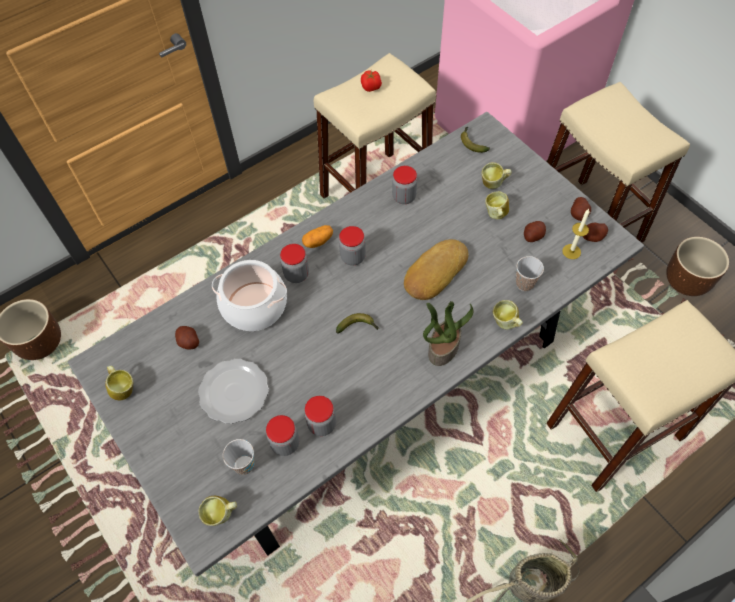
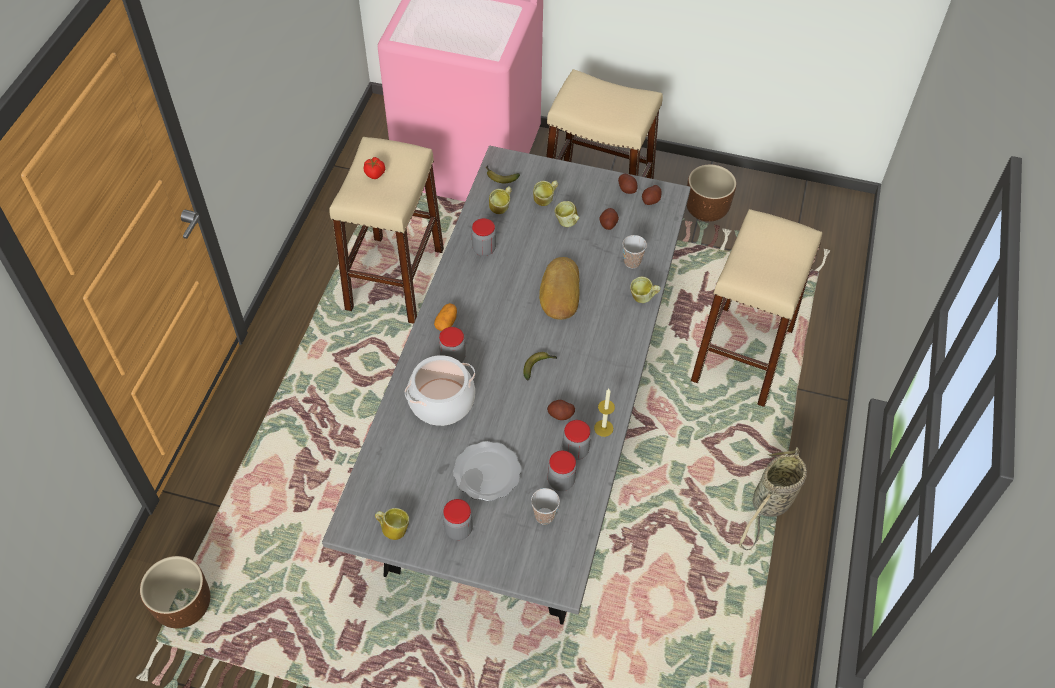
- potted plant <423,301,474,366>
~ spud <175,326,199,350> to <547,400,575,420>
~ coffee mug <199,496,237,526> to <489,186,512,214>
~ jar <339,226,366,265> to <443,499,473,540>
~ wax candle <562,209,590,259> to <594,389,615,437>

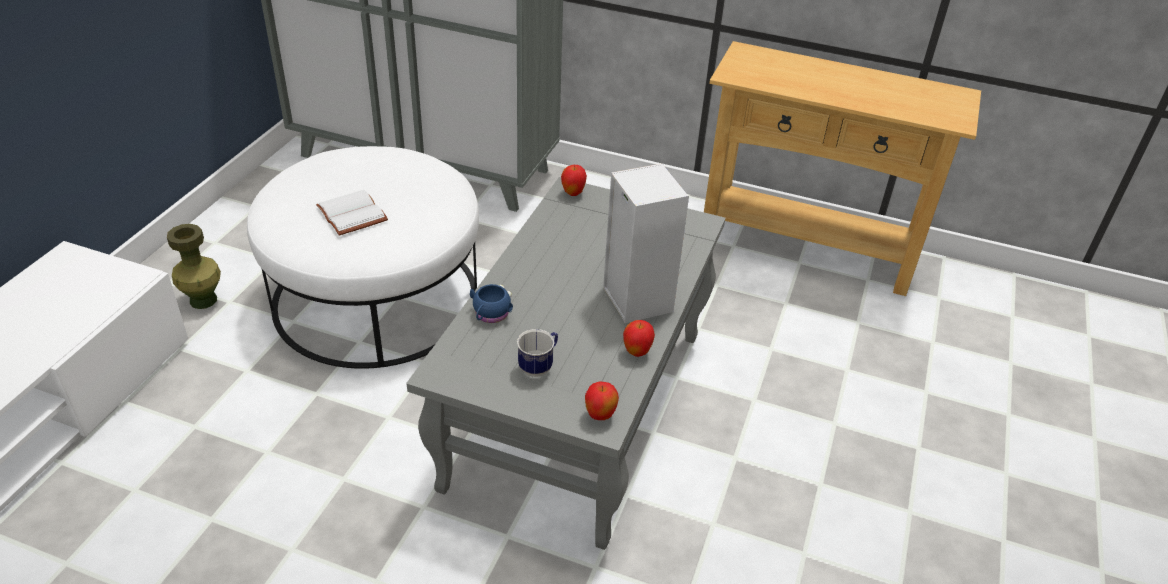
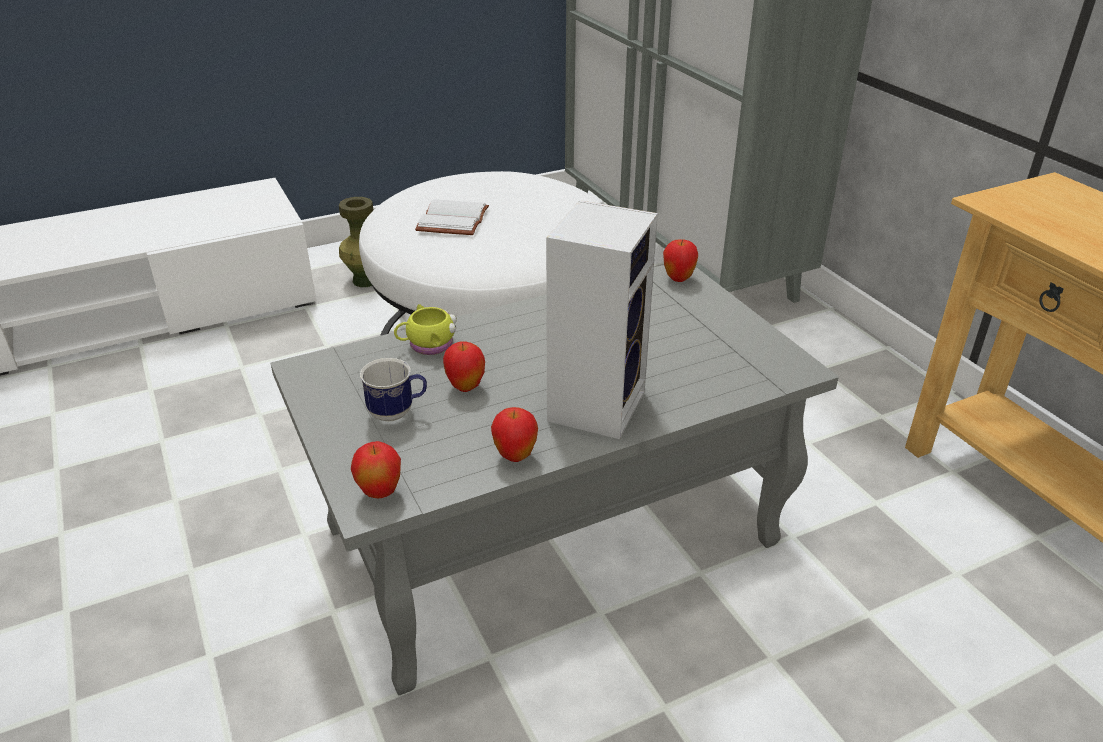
+ whole apple <443,341,485,392>
~ bluish coffee mug <470,284,513,323> to yellow coffee mug <394,304,457,355>

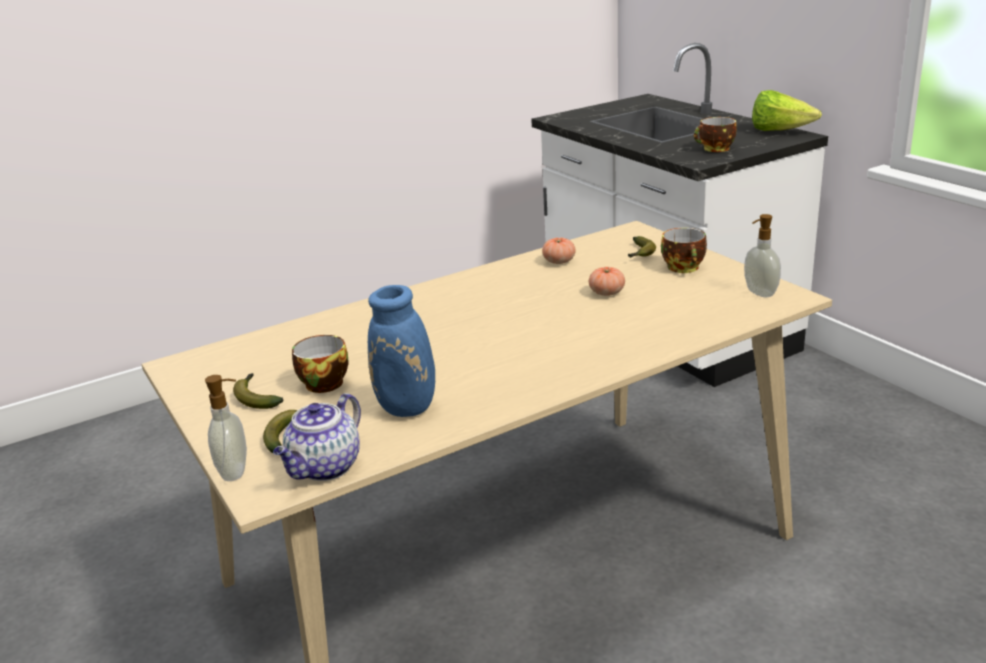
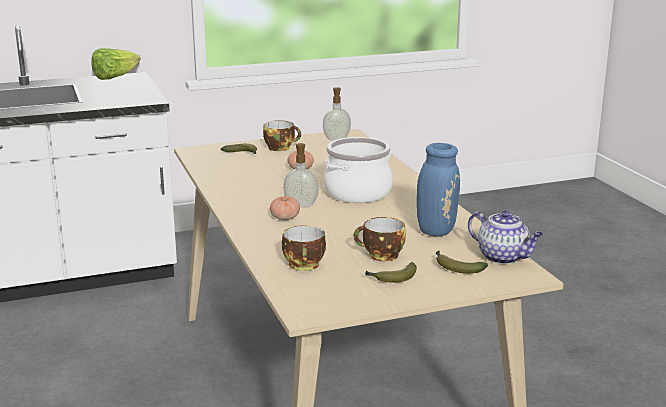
+ stockpot <324,137,393,203>
~ soap bottle <205,375,247,481> to <283,143,319,207>
~ fresh tomato <542,238,576,264> to <270,196,300,220>
~ small cup <694,117,737,152> to <282,225,326,271>

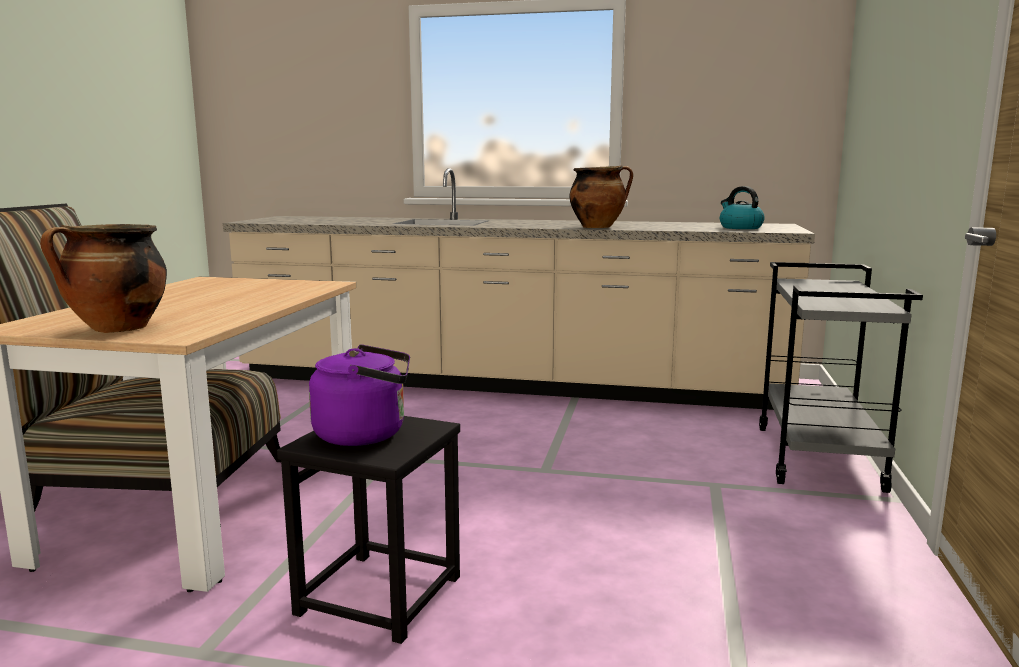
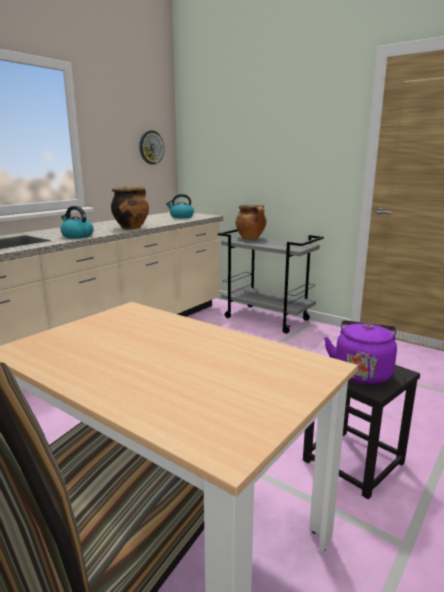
+ tea kettle <60,206,94,238>
+ clock on the wall <139,130,164,164>
~ stockpot <40,224,167,333> to <236,205,266,240>

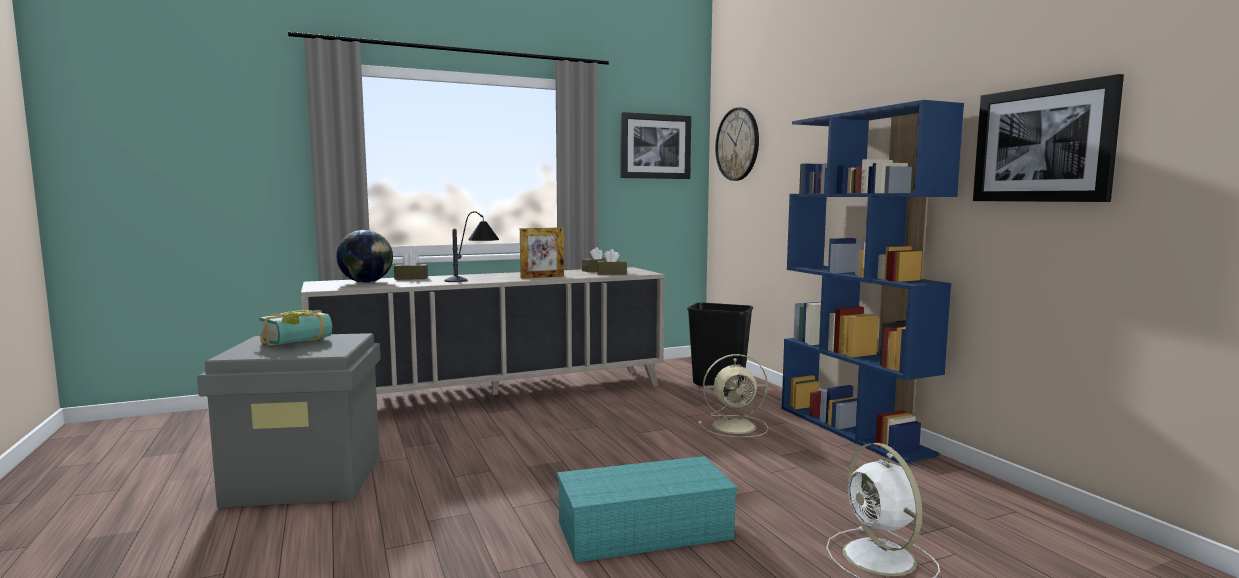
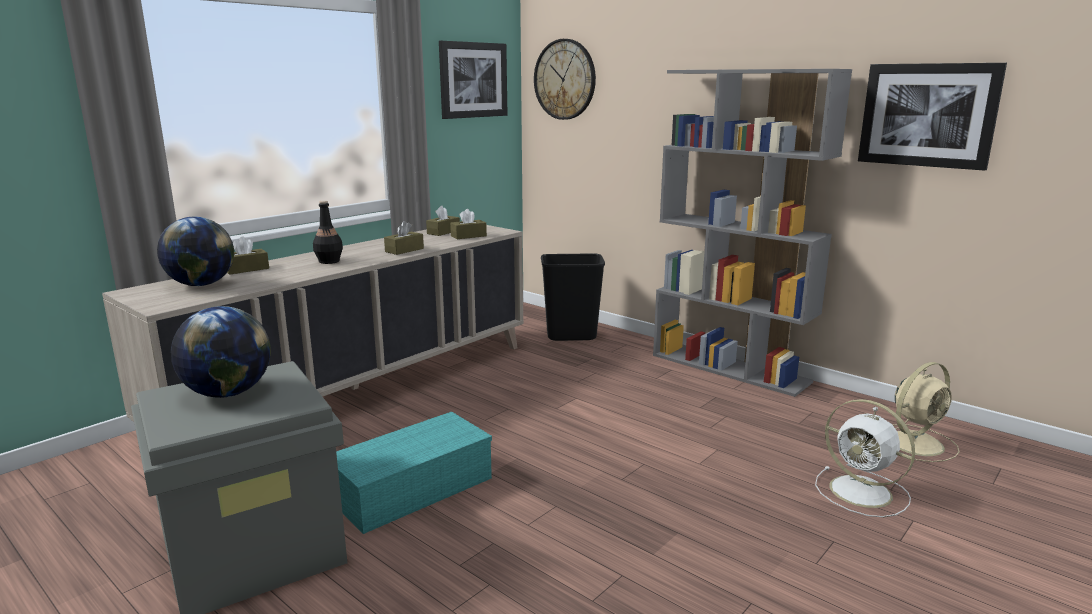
~ blue-green storage bin <557,456,738,563> to <336,411,492,534>
~ beige fan <698,354,768,437> to <893,362,960,462>
~ book <259,310,332,345> to globe <171,306,271,398>
~ tabletop lamp <445,211,499,282> to blackish drink bottle <313,200,343,264>
~ standing frame <520,228,564,279> to brown box of tissues <384,221,424,255>
~ bluish bookshelf <782,100,964,464> to gray bookshelf <653,69,852,397>

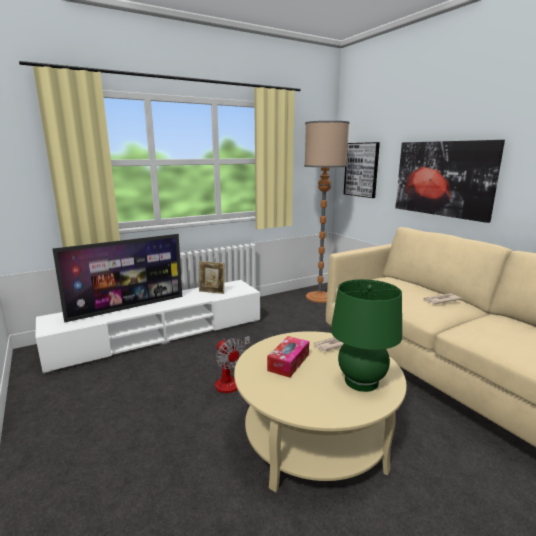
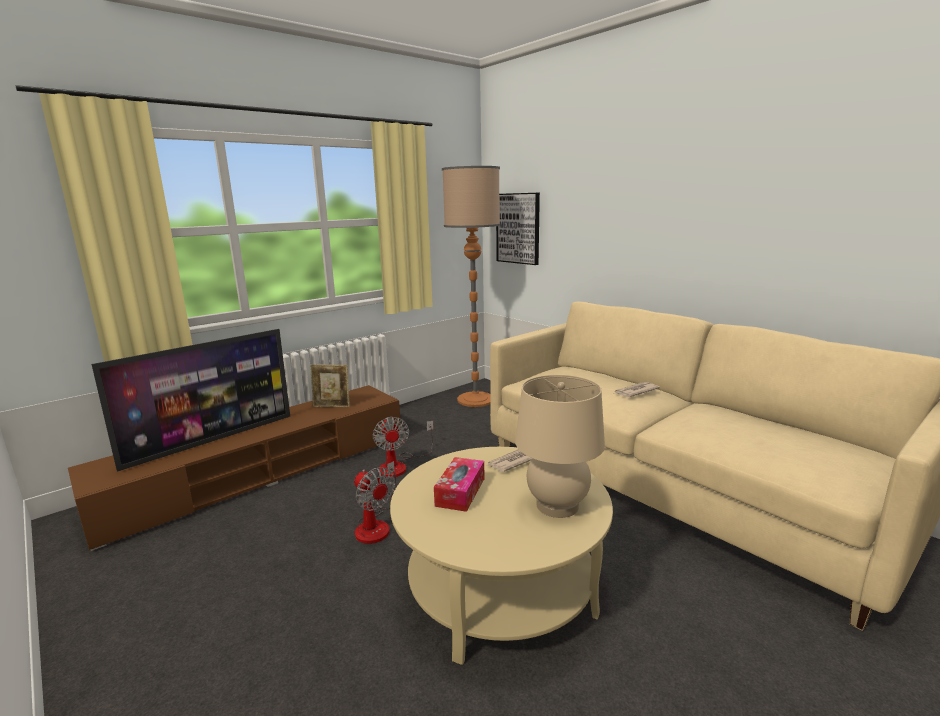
- picture <395,140,505,223>
+ fan <373,417,434,477>
~ white-coloured media console <36,280,260,374> to brown media console <68,385,401,551>
~ green tabletop lamp <331,279,402,392> to beige tabletop lamp <515,375,605,518>

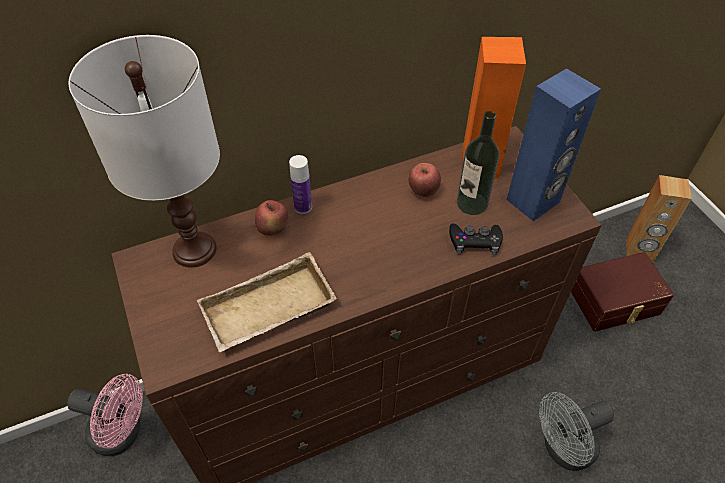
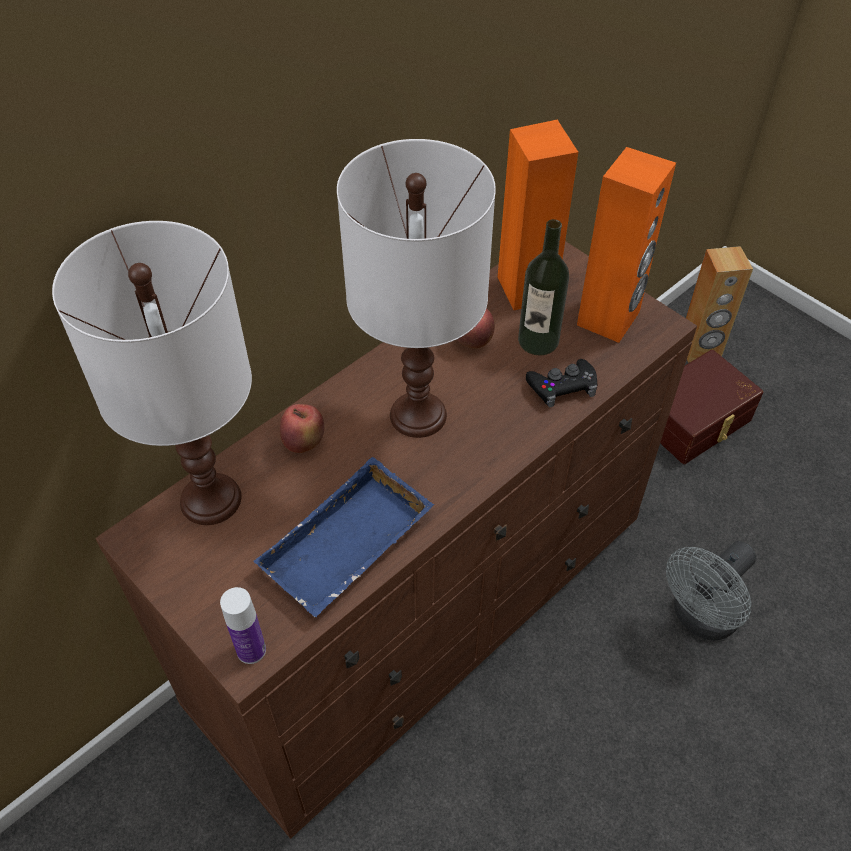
- pinkish fan <67,374,143,456>
+ white-coloured tabletop lamp <337,139,496,438>
~ drink bottle <289,155,312,214> to <220,587,266,664>
~ beige carrying tray <197,252,337,353> to bluish carrying tray <253,457,434,617>
~ bluish loudspeaker <507,68,601,221> to orange loudspeaker <577,147,676,343>

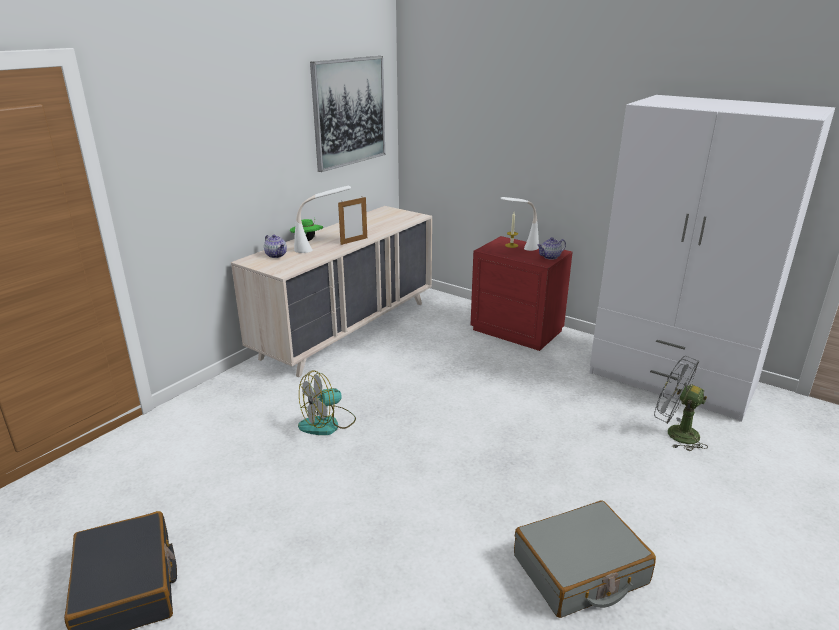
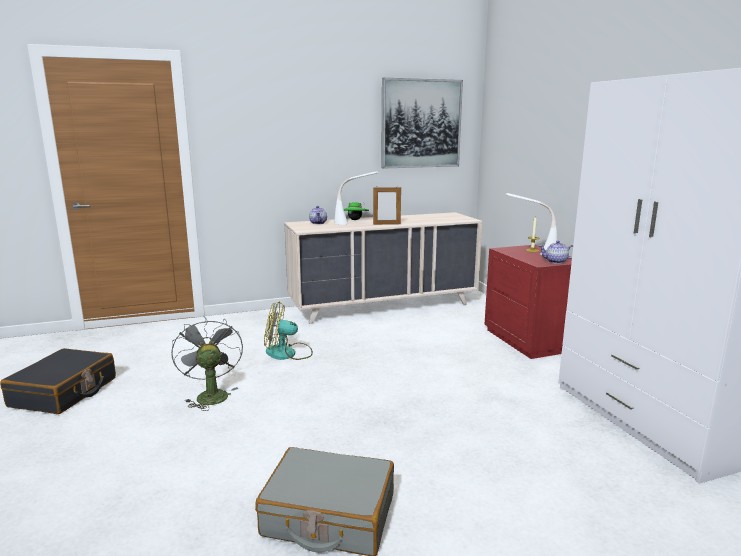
~ gray fan <654,356,708,451> to <171,316,243,411>

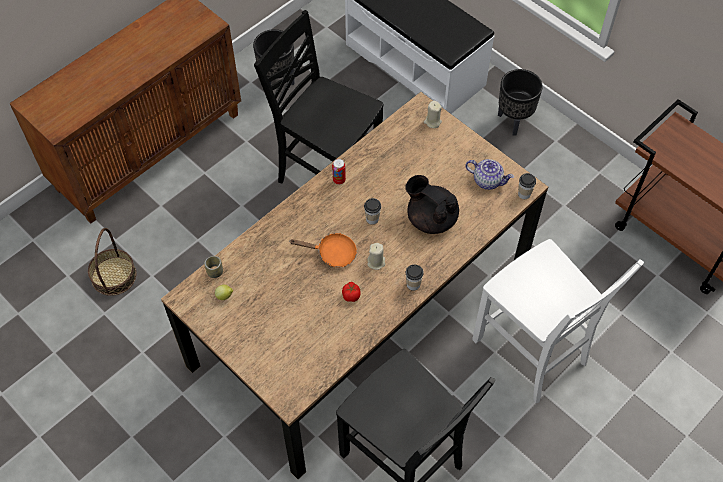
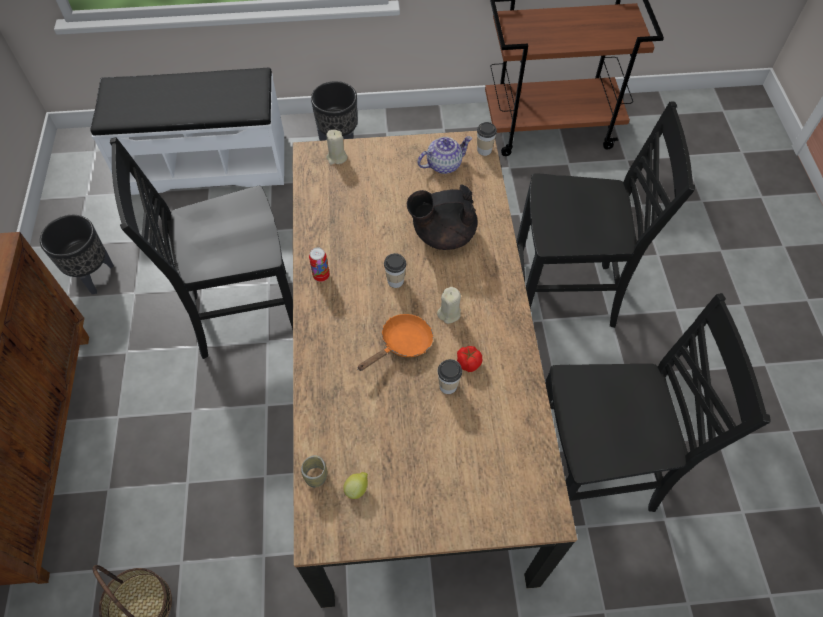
~ small cup <406,265,424,291> to <438,359,462,394>
~ white-coloured plain chair <472,239,644,403> to blackish plain chair <516,102,695,328>

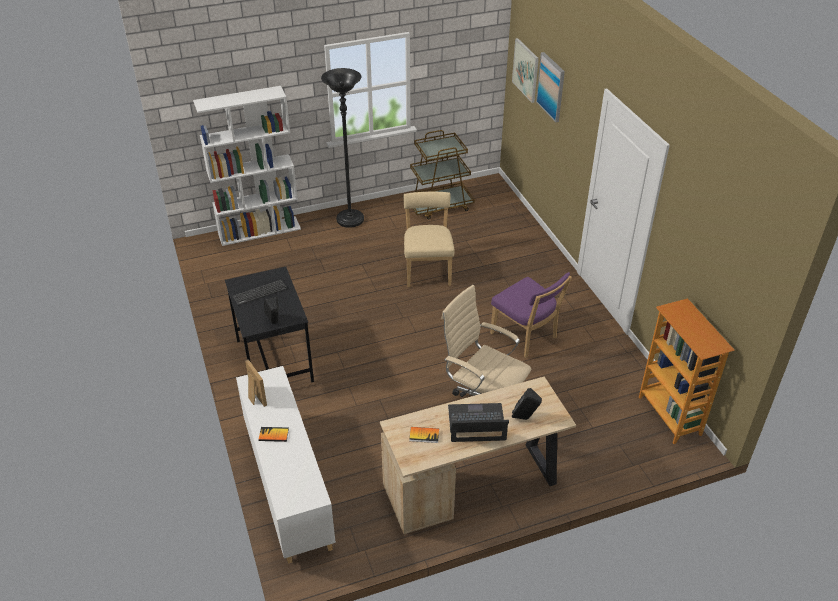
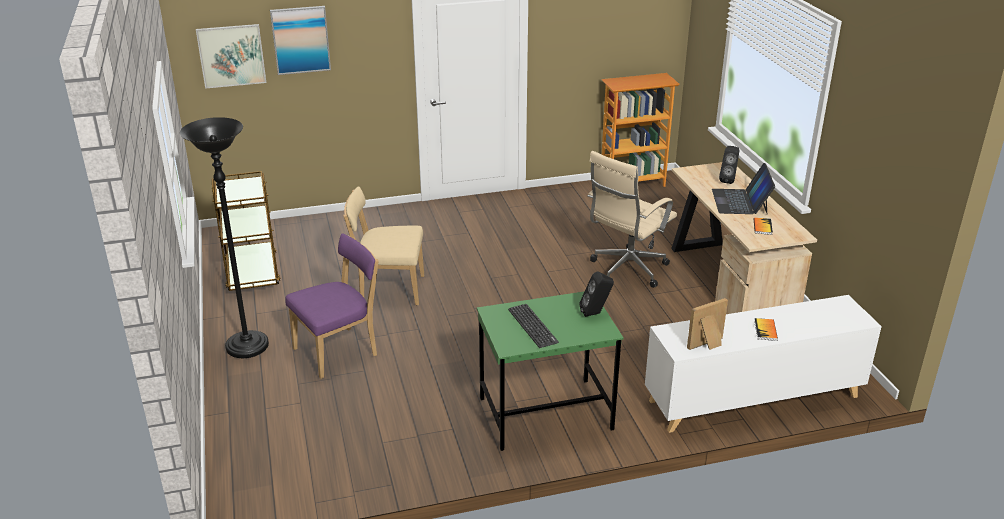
- white-coloured bookshelf <193,86,301,246>
~ purplish plain chair <490,272,572,358> to <285,233,379,379>
~ blackish desk unit <225,267,314,382> to green desk unit <477,291,624,451>

